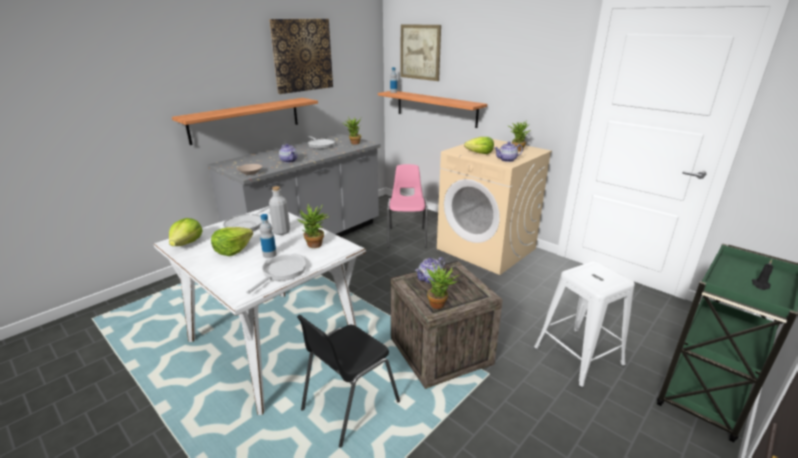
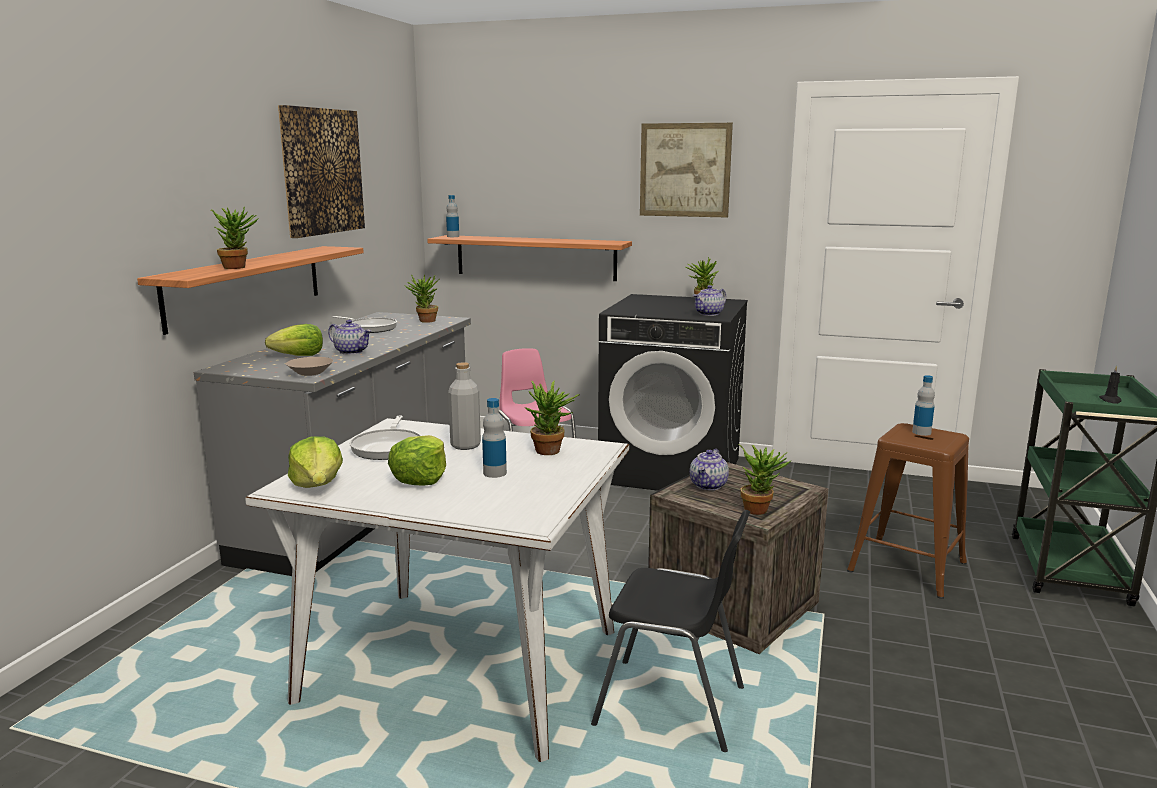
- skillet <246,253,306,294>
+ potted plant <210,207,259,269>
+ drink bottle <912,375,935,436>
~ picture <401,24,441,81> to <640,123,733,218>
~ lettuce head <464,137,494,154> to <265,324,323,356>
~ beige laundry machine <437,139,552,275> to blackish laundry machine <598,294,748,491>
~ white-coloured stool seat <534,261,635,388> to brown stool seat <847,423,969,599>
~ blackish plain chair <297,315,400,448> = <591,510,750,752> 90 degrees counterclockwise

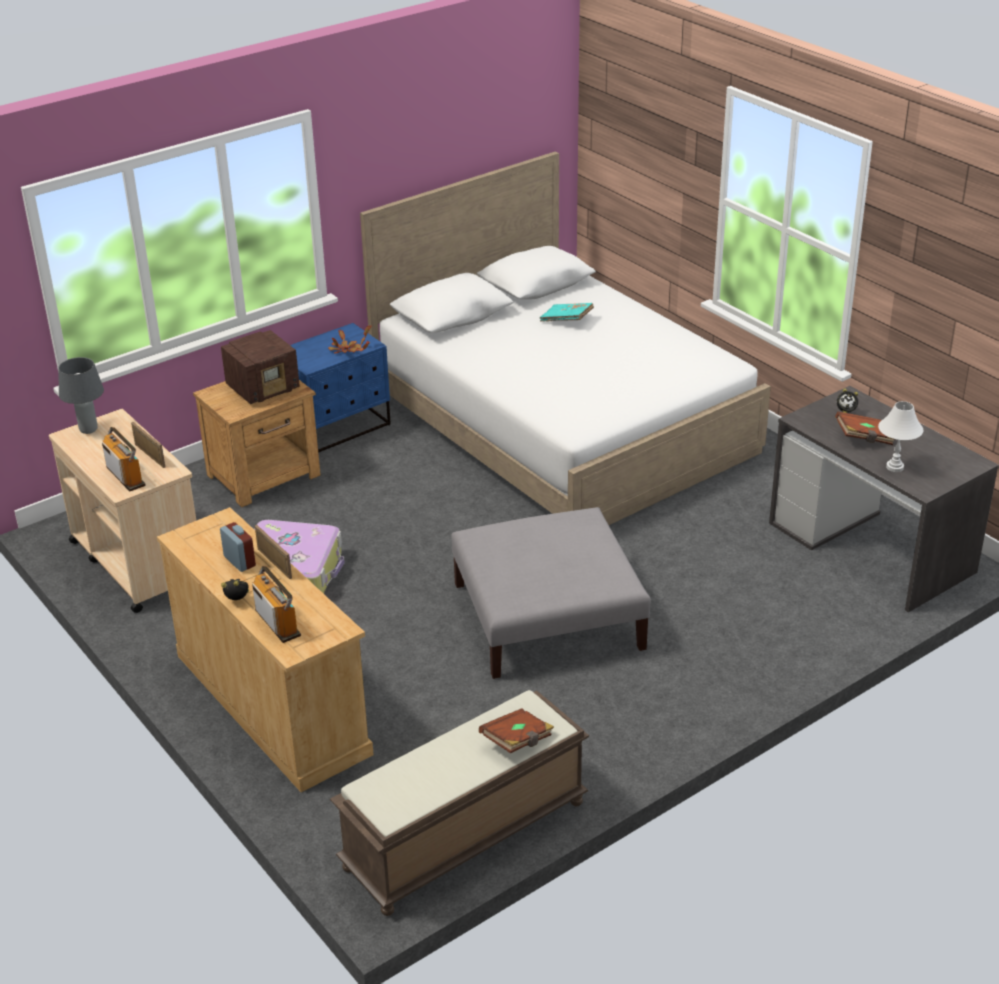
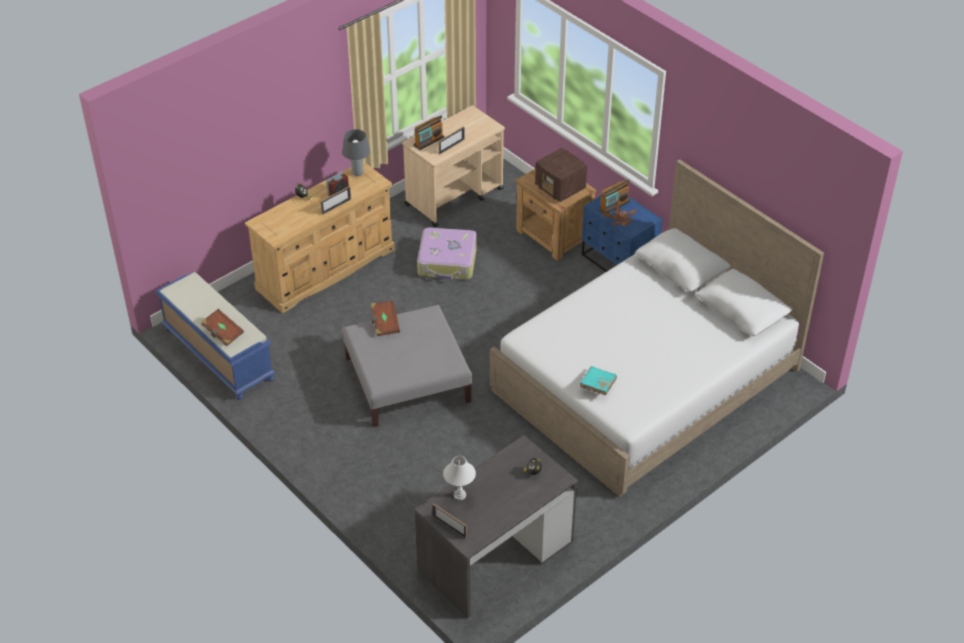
+ standing frame <432,503,467,539>
~ gray tabletop lamp <58,357,104,434> to <342,129,370,176>
~ radio receiver <252,566,301,643> to <598,180,630,214>
~ blue-green book <540,303,594,322> to <580,366,617,395>
~ brown book <835,412,895,445> to <371,300,400,336>
~ brown indoor bench <330,690,589,916> to bluish indoor bench <155,272,276,400>

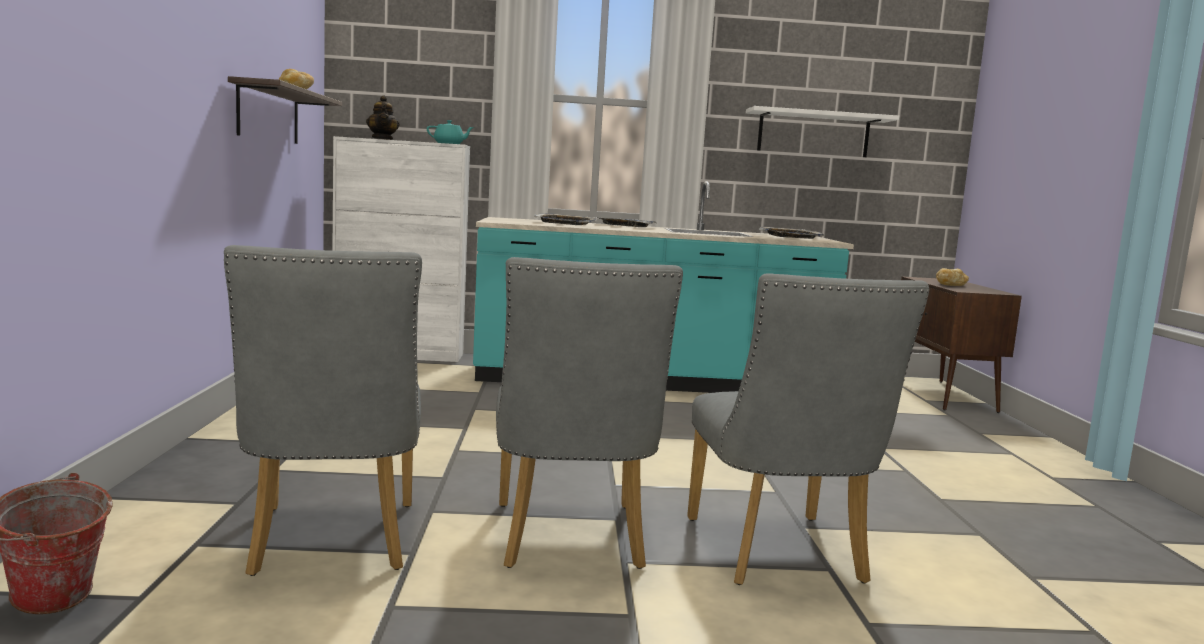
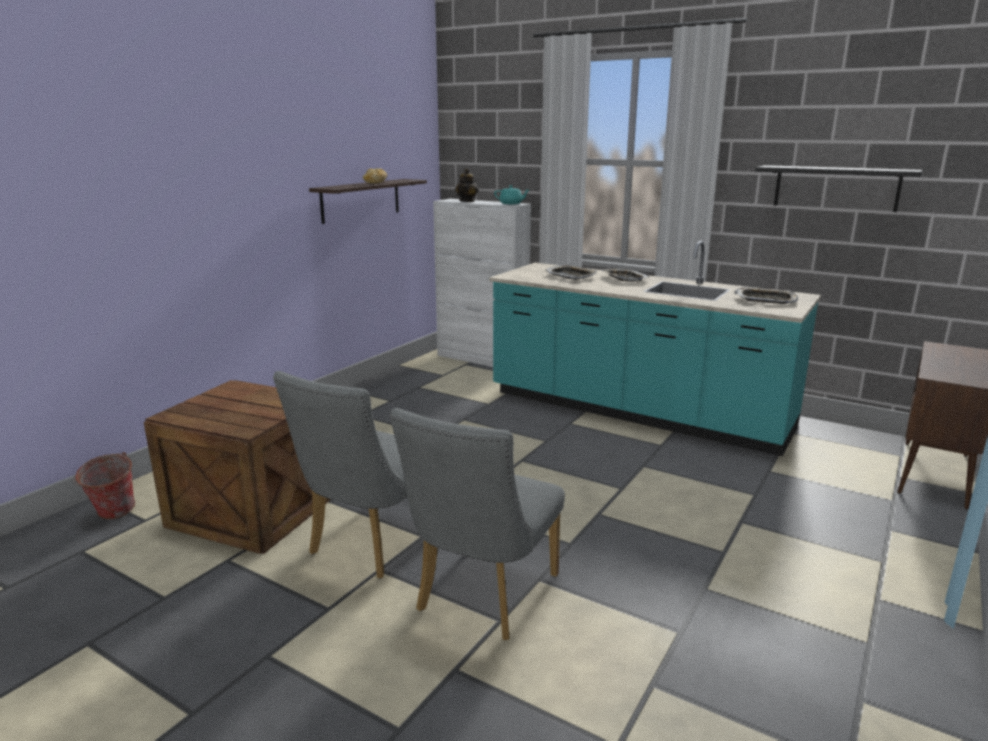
- bread <936,268,969,286>
~ gray plain chair <224,245,422,576> to crate <144,380,331,554>
~ white-coloured bracket shelf <746,106,899,157> to blackish bracket shelf <755,165,923,212>

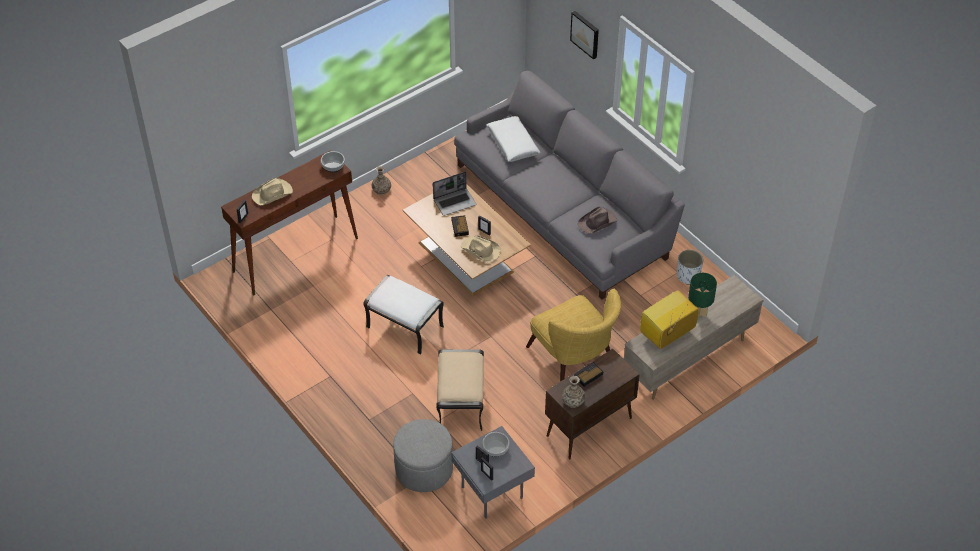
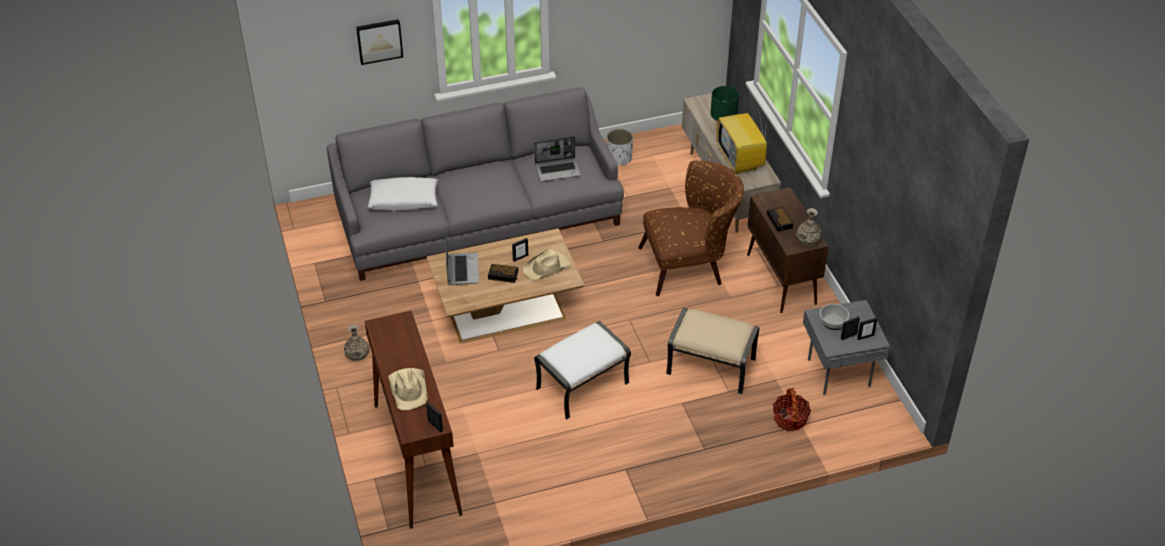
- deep dish <321,151,345,172>
~ gray footrest <393,419,453,492> to storage basket <773,388,811,431>
~ brown hat <578,207,617,234> to portable computer <534,136,581,182>
~ yellow lounge chair <526,289,621,382> to brown lounge chair <638,161,744,296>

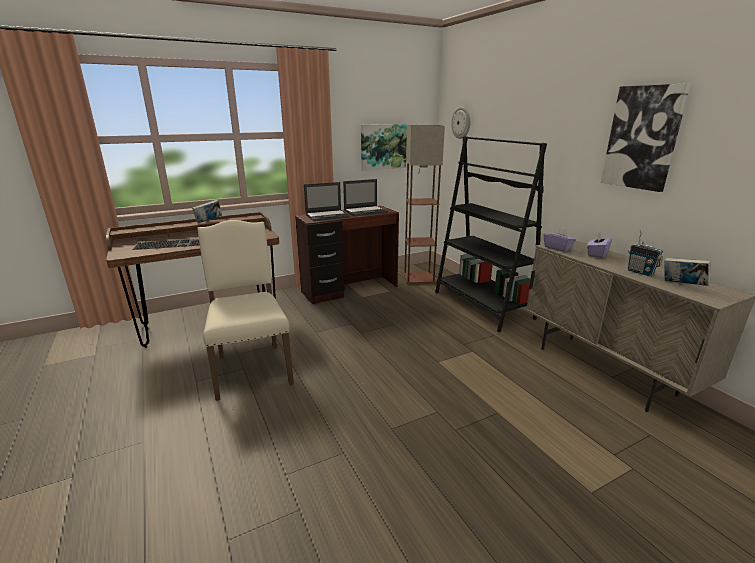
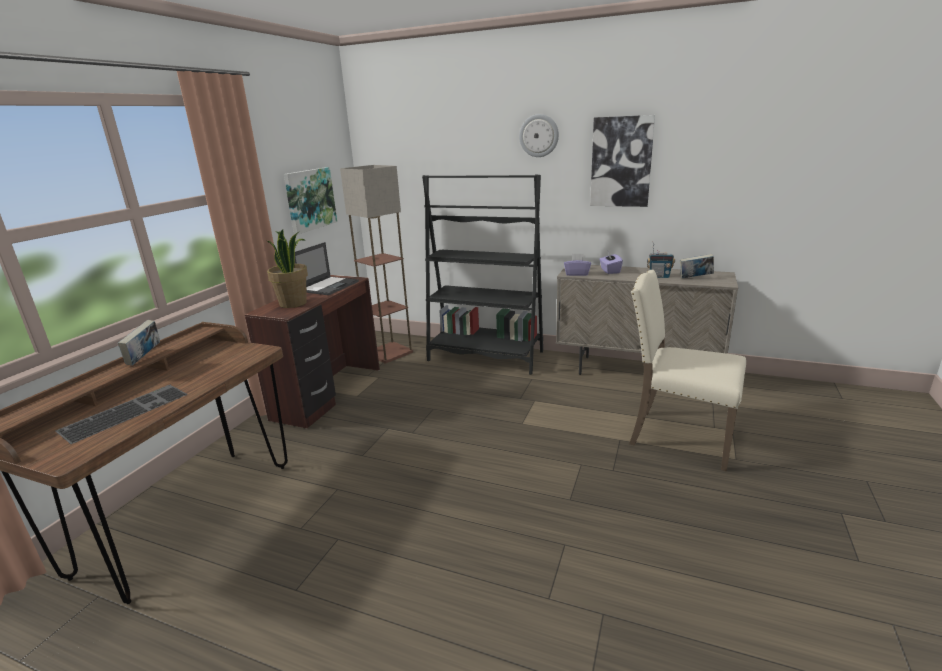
~ beige plain chair <197,220,294,401> to <629,270,746,471>
~ clock on the wall <451,106,471,139> to <519,114,559,157>
~ portable computer <304,182,350,221> to potted plant <267,229,308,308>

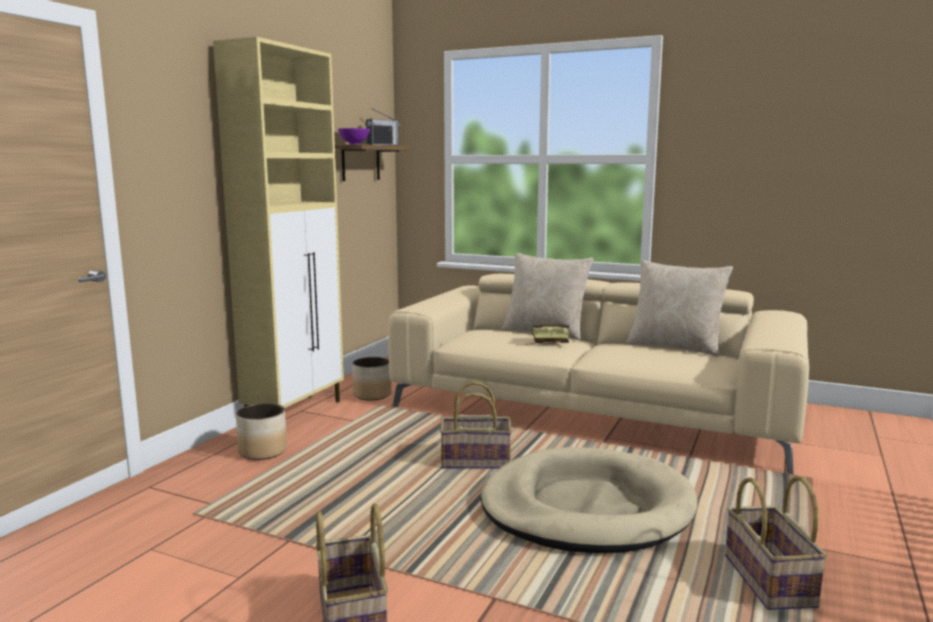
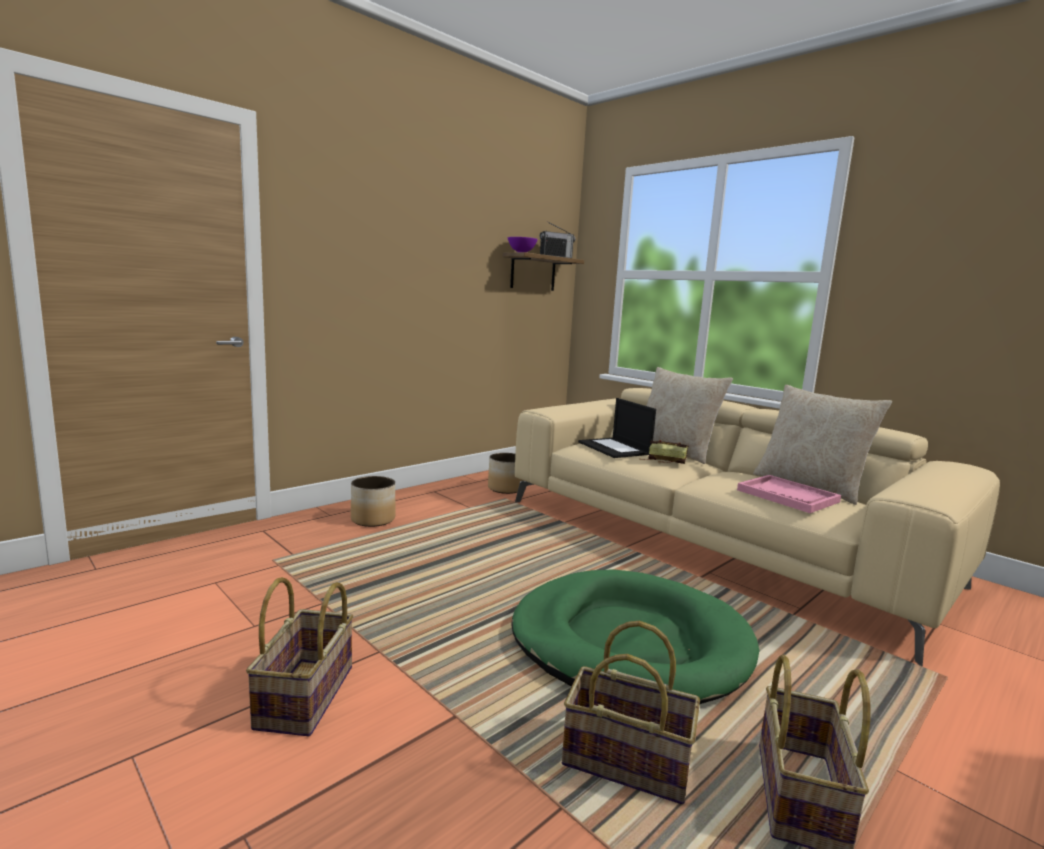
- beige cupboard <213,37,344,408>
+ portable computer <578,398,656,458>
+ pinkish carrying tray <737,475,841,513>
~ storage basket <440,381,512,468> to <562,621,700,804>
~ beige dog cushion <481,447,697,553> to green dog cushion <511,569,760,704>

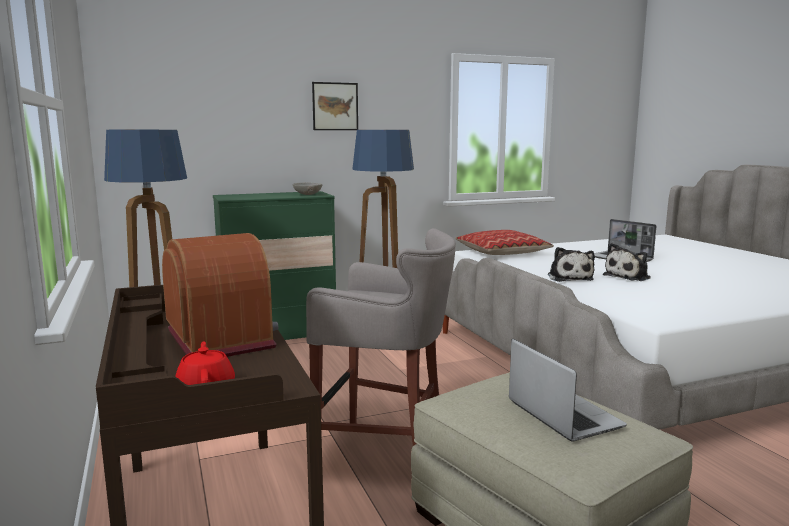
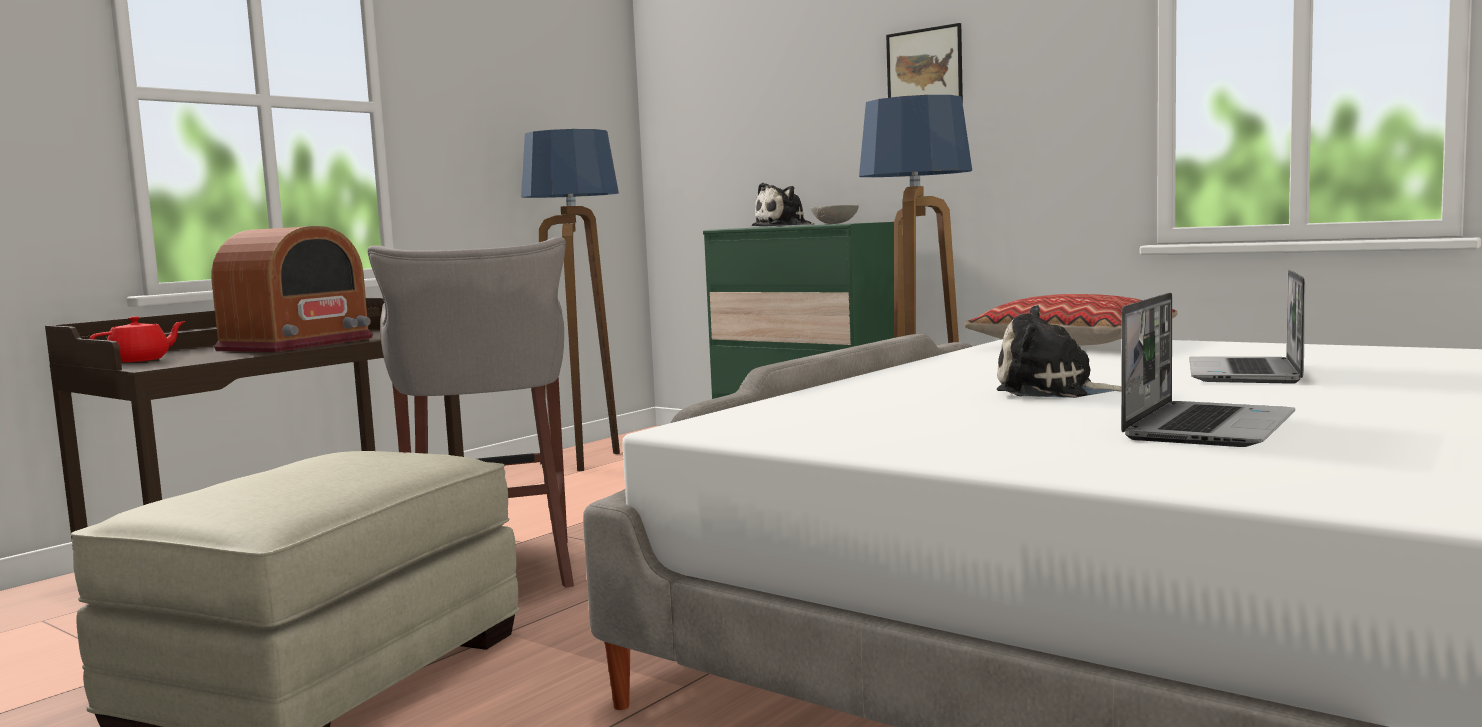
~ portable computer <509,339,627,441> to <1121,293,1295,447>
~ soft toy <548,247,595,282> to <752,183,814,227>

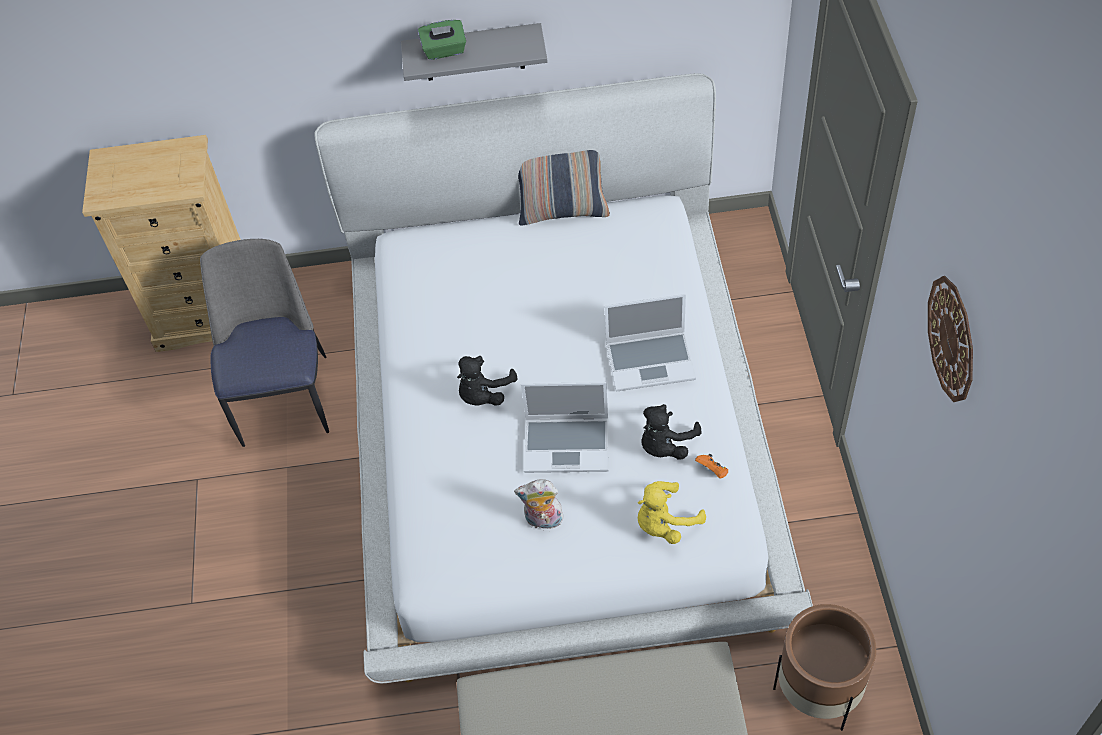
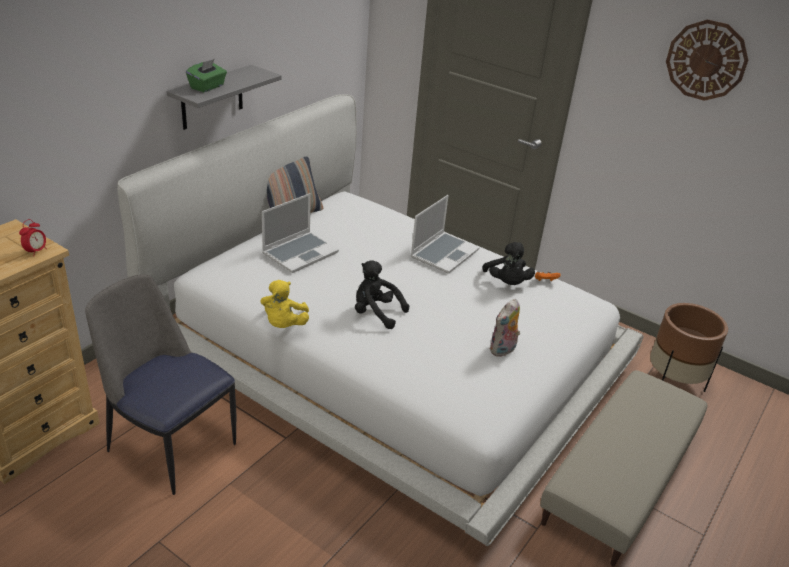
+ bedside clock <19,219,47,254>
~ portable computer <521,382,608,473> to <262,193,339,273>
~ yellow soft toy <638,481,706,544> to <260,280,309,328>
~ blackish soft toy <457,356,517,406> = <355,260,409,329> 135 degrees clockwise

